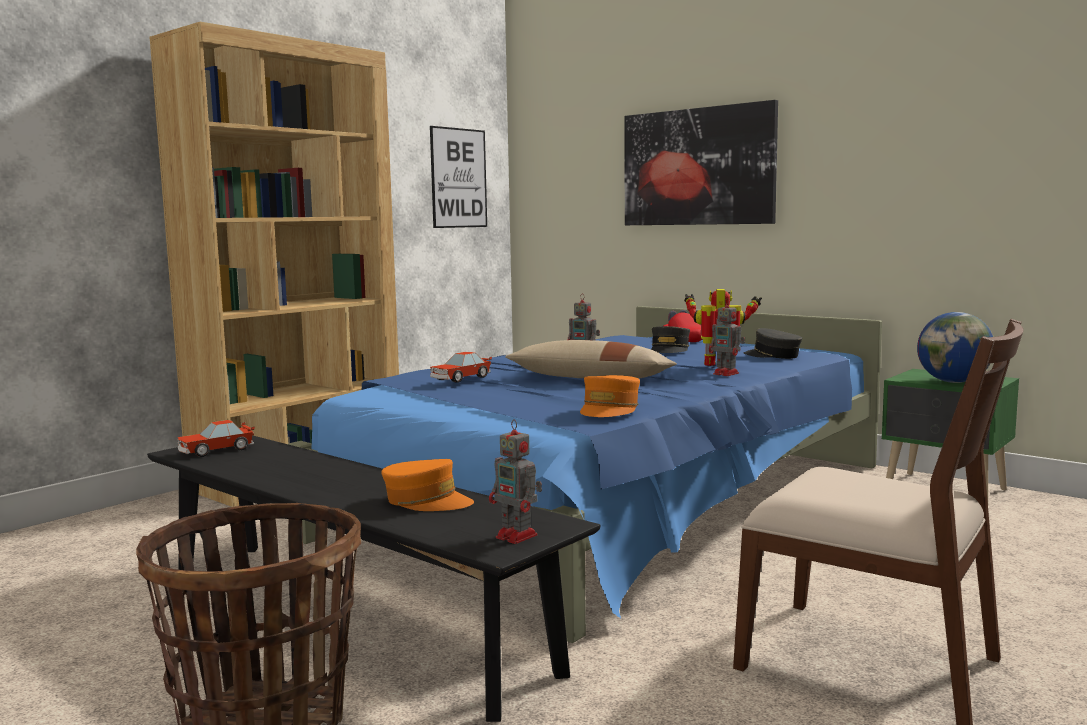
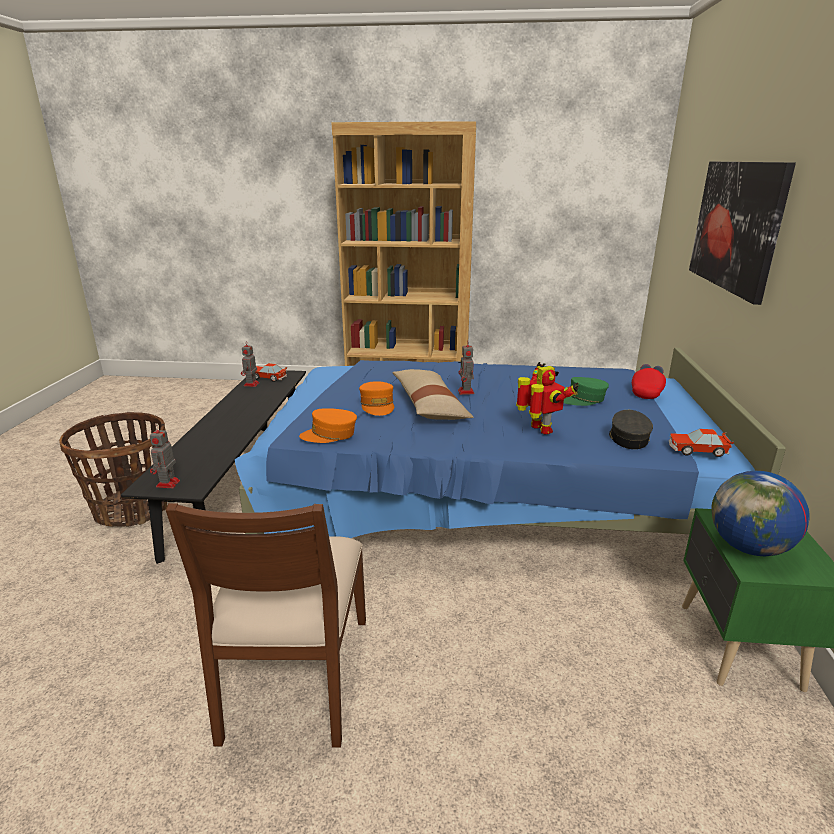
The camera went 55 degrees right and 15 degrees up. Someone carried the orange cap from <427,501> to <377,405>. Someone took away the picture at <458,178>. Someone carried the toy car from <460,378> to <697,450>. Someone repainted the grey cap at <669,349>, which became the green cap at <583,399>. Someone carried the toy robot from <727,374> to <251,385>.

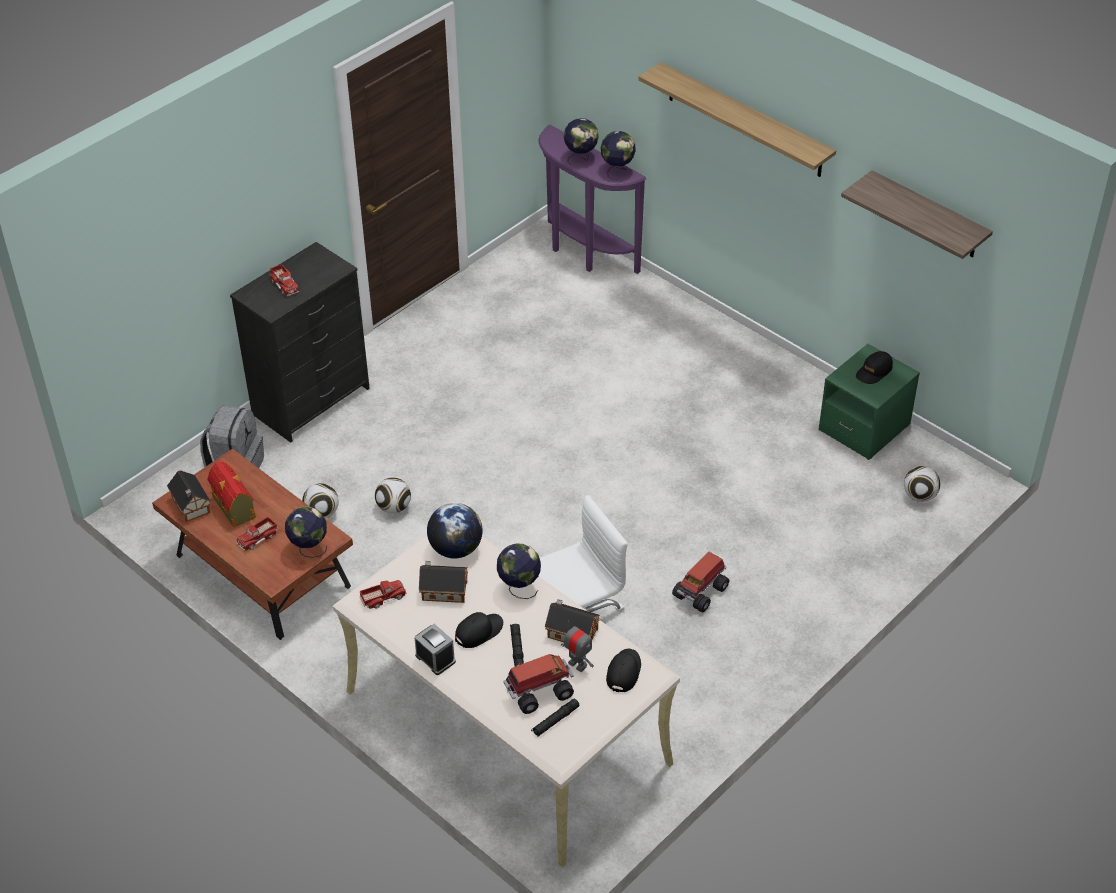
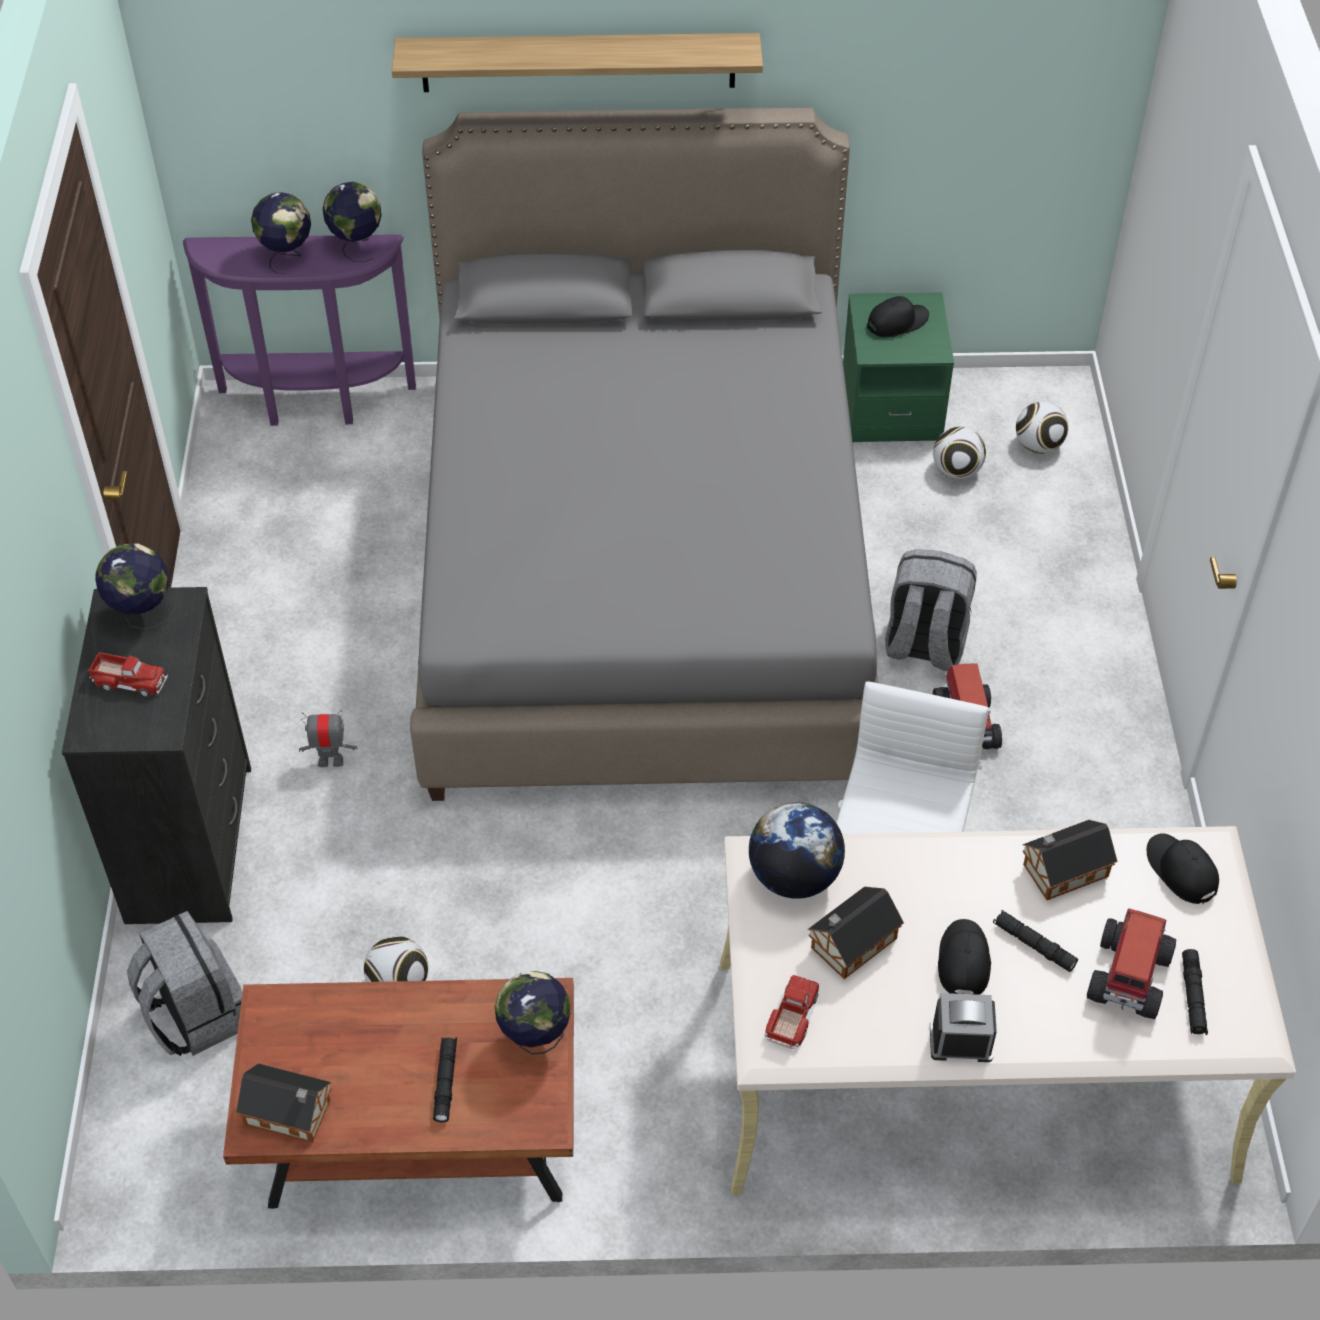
The camera went 45 degrees left and 5 degrees up. Someone took away the toy house at <234,508>. Someone swapped the toy truck at <257,538> for the black flashlight at <445,1082>. Someone carried the football from <394,508> to <956,471>. Someone carried the globe from <519,587> to <142,615>. Someone carried the toy robot from <577,664> to <330,761>. Someone took away the shelf at <928,216>. Someone rotated the black cap at <874,372> by 120 degrees counterclockwise. Someone put down the grey bed at <643,571>. Someone put down the grey backpack at <924,645>.

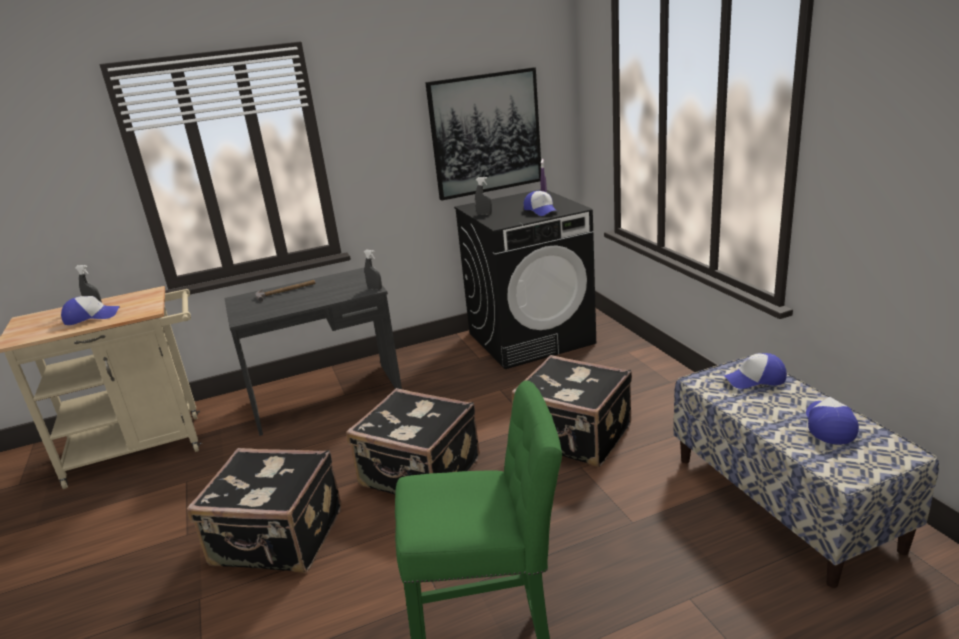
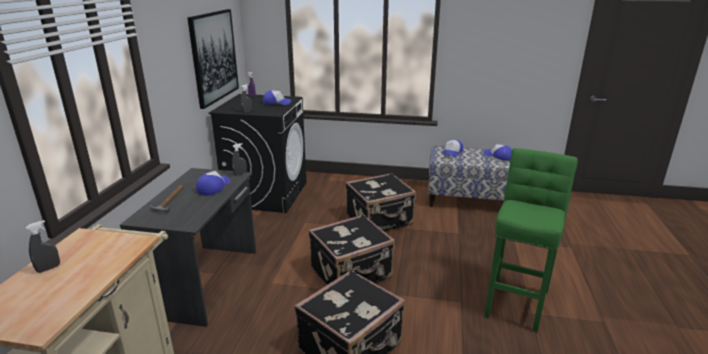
The camera went 60 degrees left and 0 degrees up. Someone carried the cap from <91,317> to <213,187>.

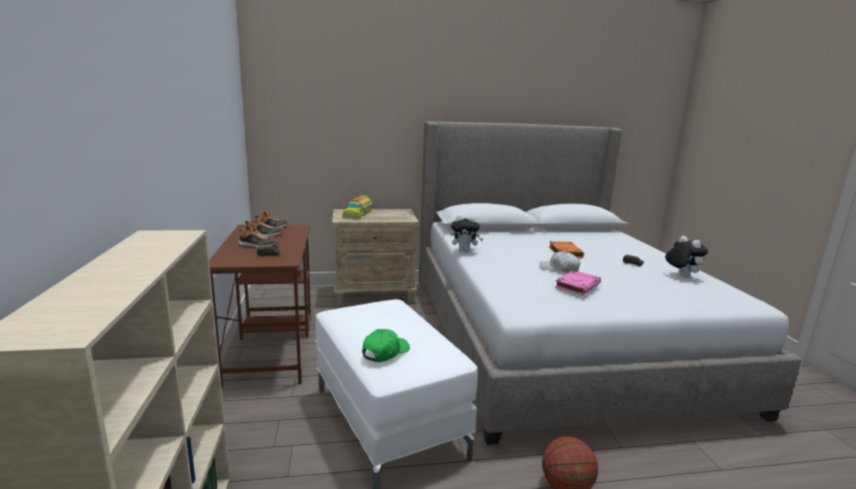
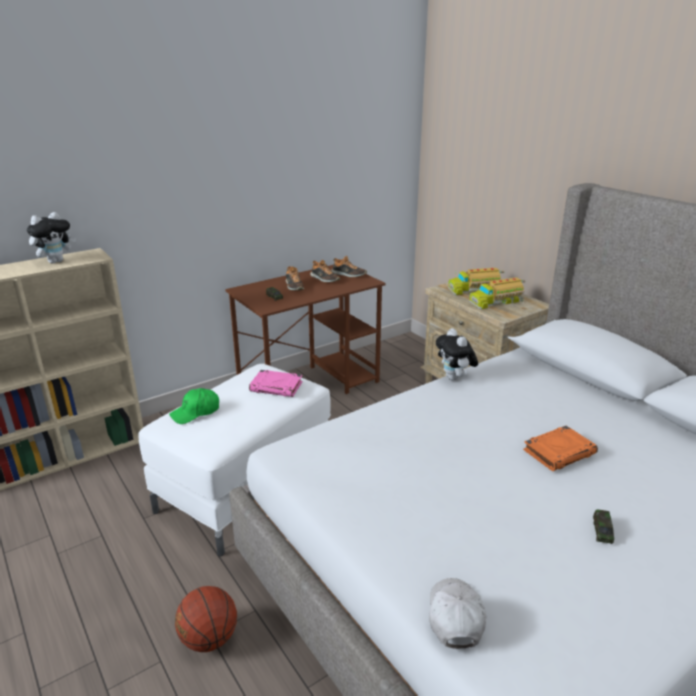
The camera went 65 degrees right and 10 degrees up. Someone rotated the green cap at <385,352> by 135 degrees clockwise. Someone carried the white cap from <559,269> to <455,617>. Someone carried the pink book from <577,285> to <277,387>. Someone carried the plush toy from <681,276> to <56,261>. Someone put down the toy truck at <496,301>.

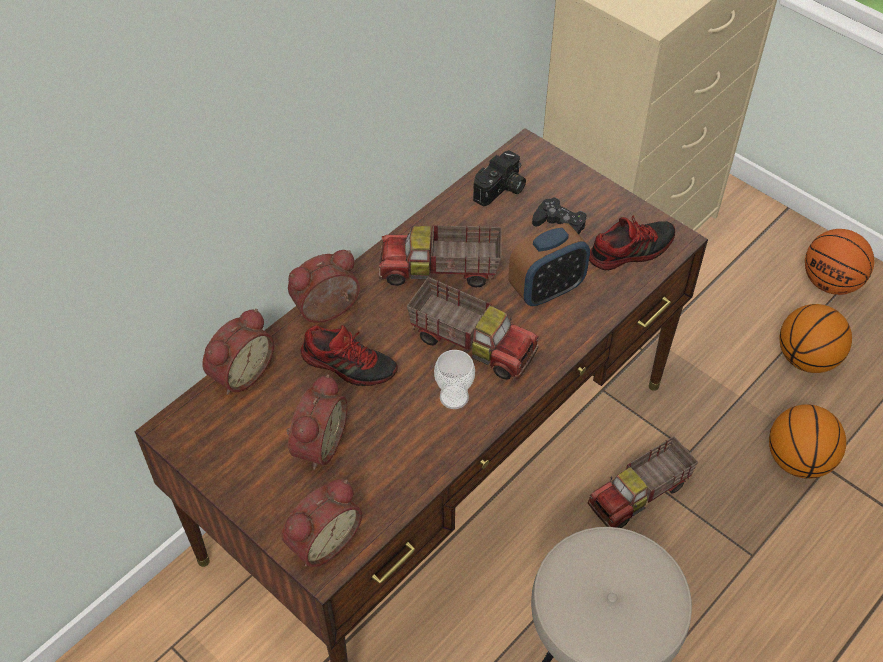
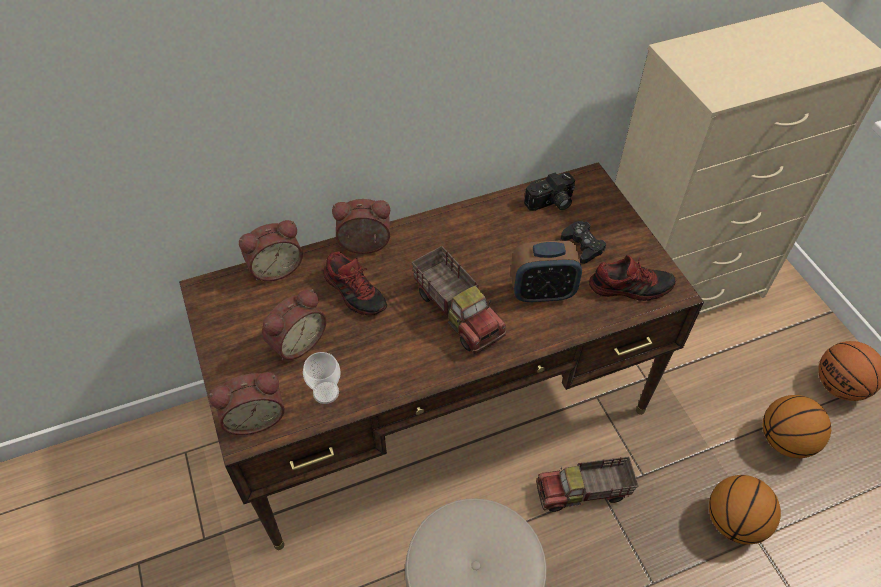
The camera went 25 degrees right and 0 degrees up. Someone took away the toy truck at <440,271>. Someone carried the cup from <454,397> to <326,392>.

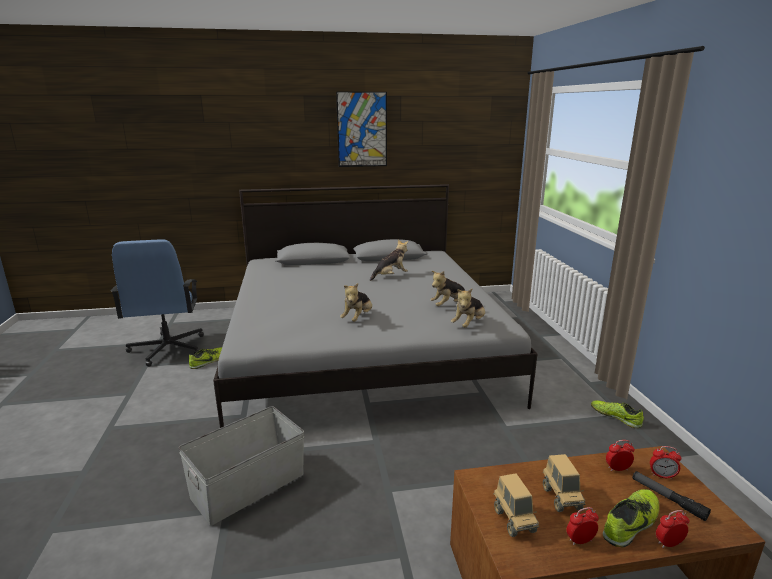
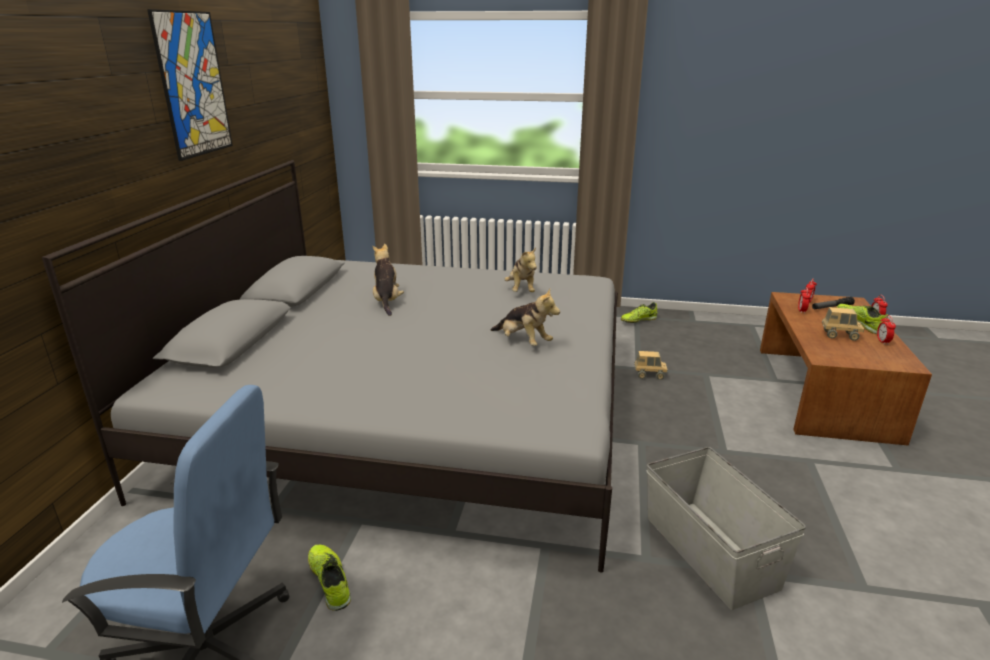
The camera went 70 degrees left and 5 degrees up. Someone took away the plush toy at <469,324>. Someone carried the toy truck from <514,520> to <649,375>.

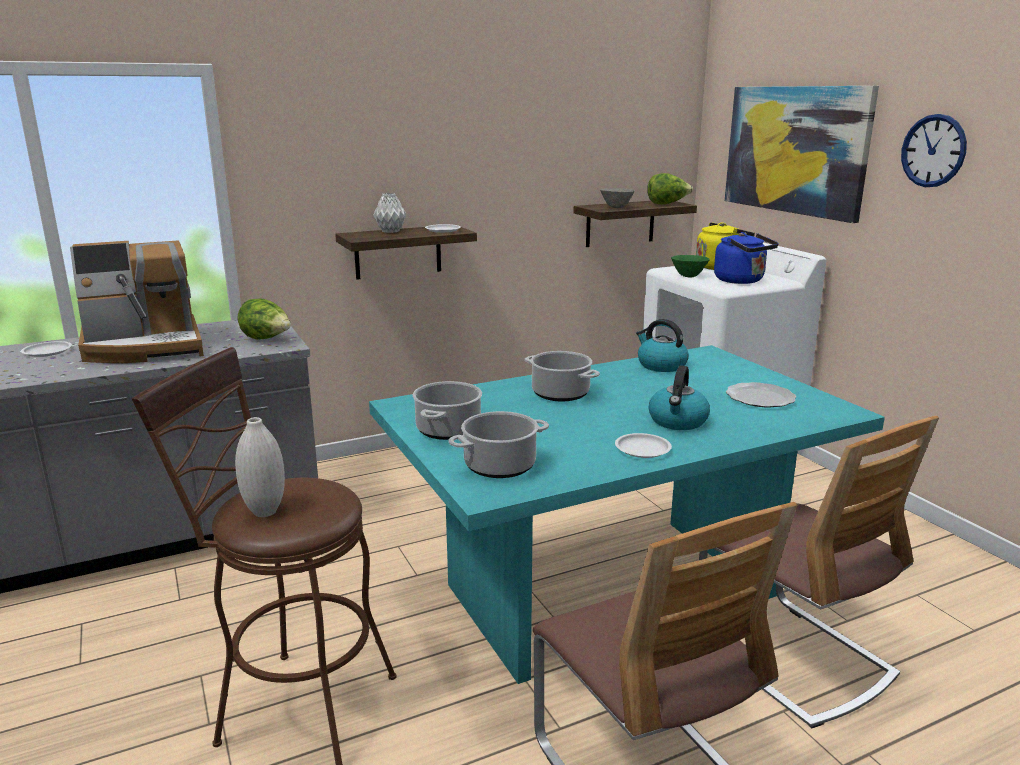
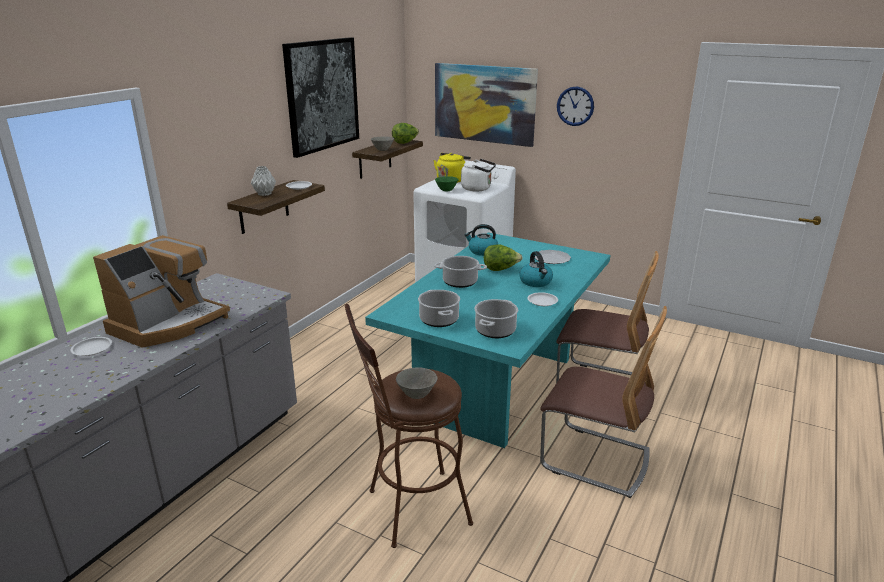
The camera went 35 degrees left and 5 degrees up. Someone swapped the white vase at <265,512> for the grey bowl at <416,395>. Someone carried the lettuce from <267,339> to <500,269>. Someone repainted the blue kettle at <741,281>, which became the white kettle at <478,189>. Someone put up the picture at <322,95>.

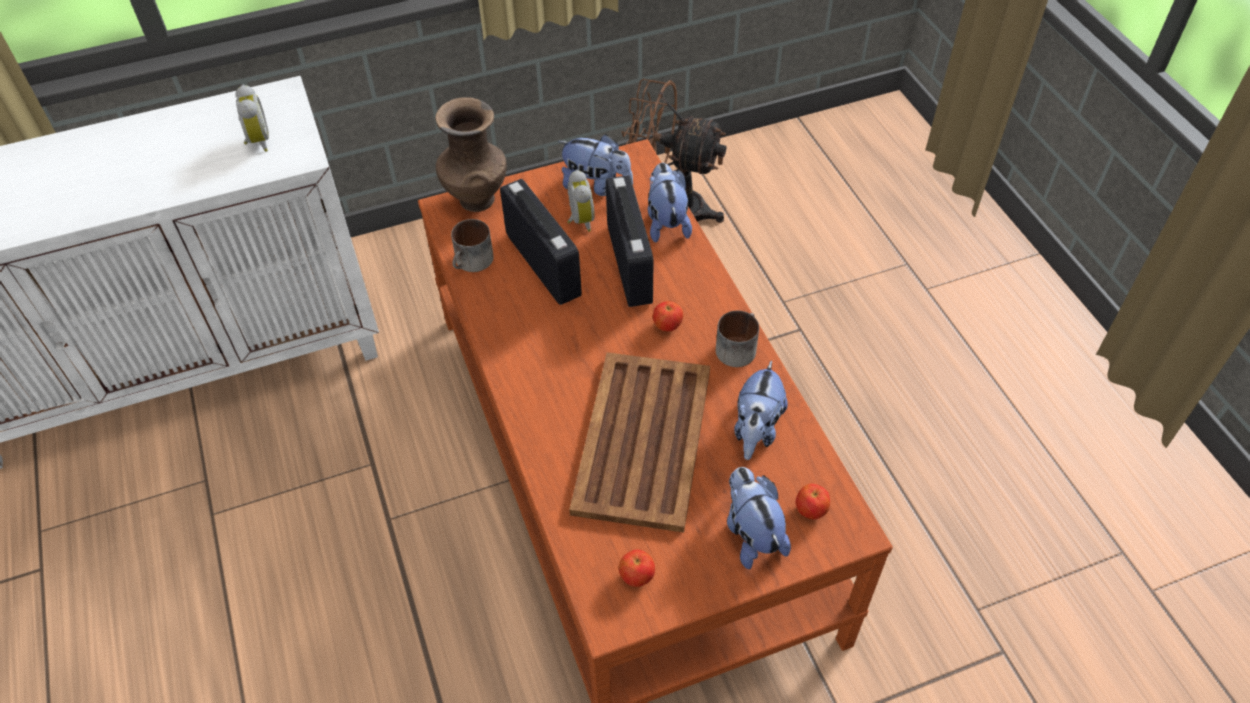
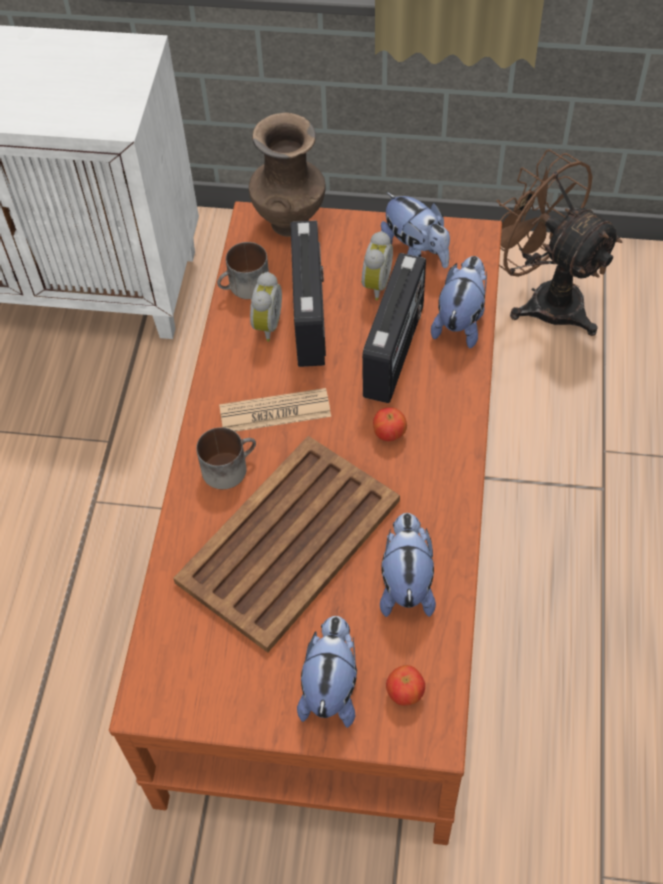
The camera went 30 degrees right and 5 degrees up. Someone carried the alarm clock from <257,141> to <265,325>. Someone took away the apple at <637,576>. Someone carried the mug from <736,346> to <229,466>. Someone rotated the plush toy at <756,430> by 135 degrees clockwise. Someone put down the newspaper at <275,412>.

